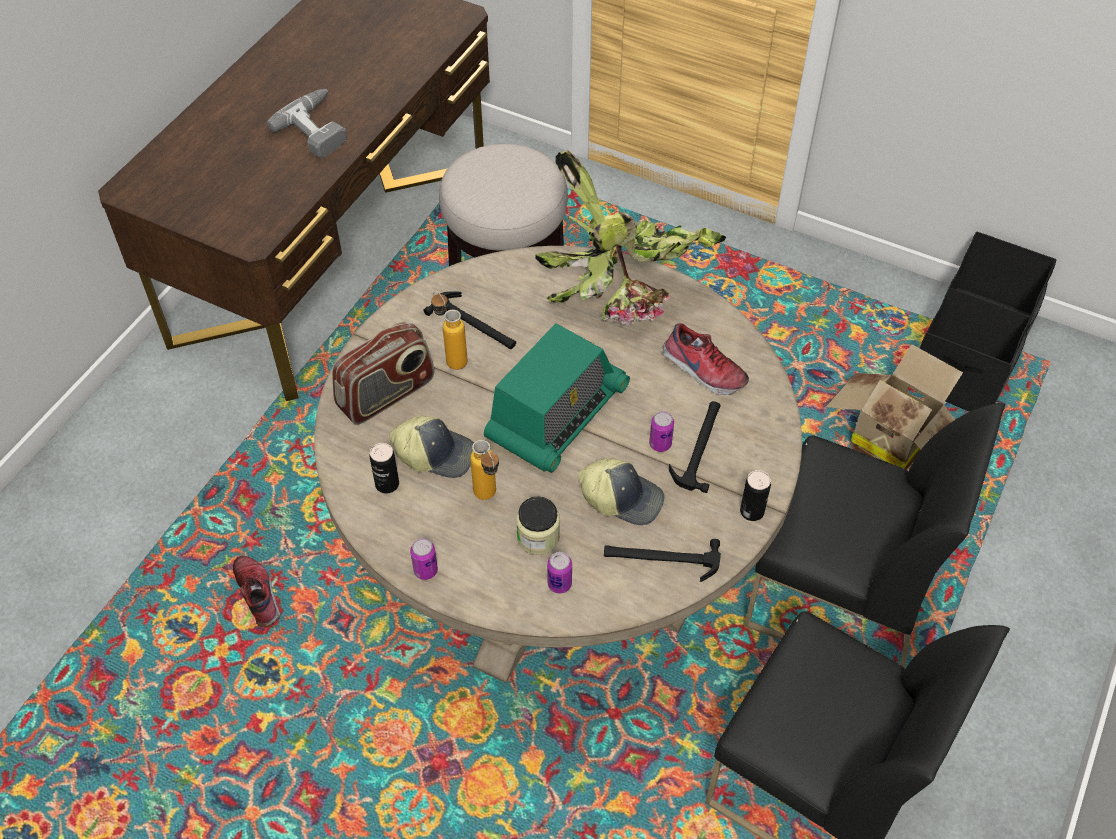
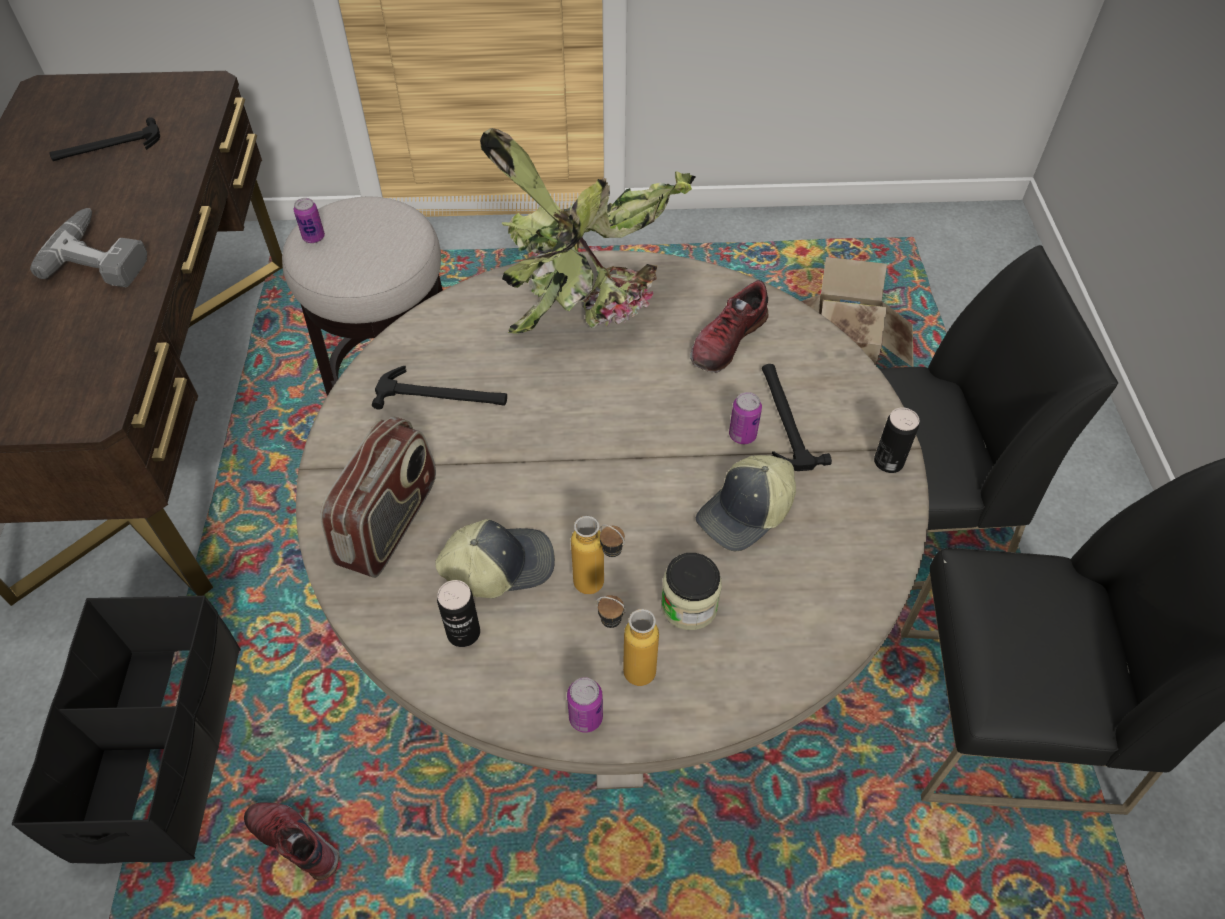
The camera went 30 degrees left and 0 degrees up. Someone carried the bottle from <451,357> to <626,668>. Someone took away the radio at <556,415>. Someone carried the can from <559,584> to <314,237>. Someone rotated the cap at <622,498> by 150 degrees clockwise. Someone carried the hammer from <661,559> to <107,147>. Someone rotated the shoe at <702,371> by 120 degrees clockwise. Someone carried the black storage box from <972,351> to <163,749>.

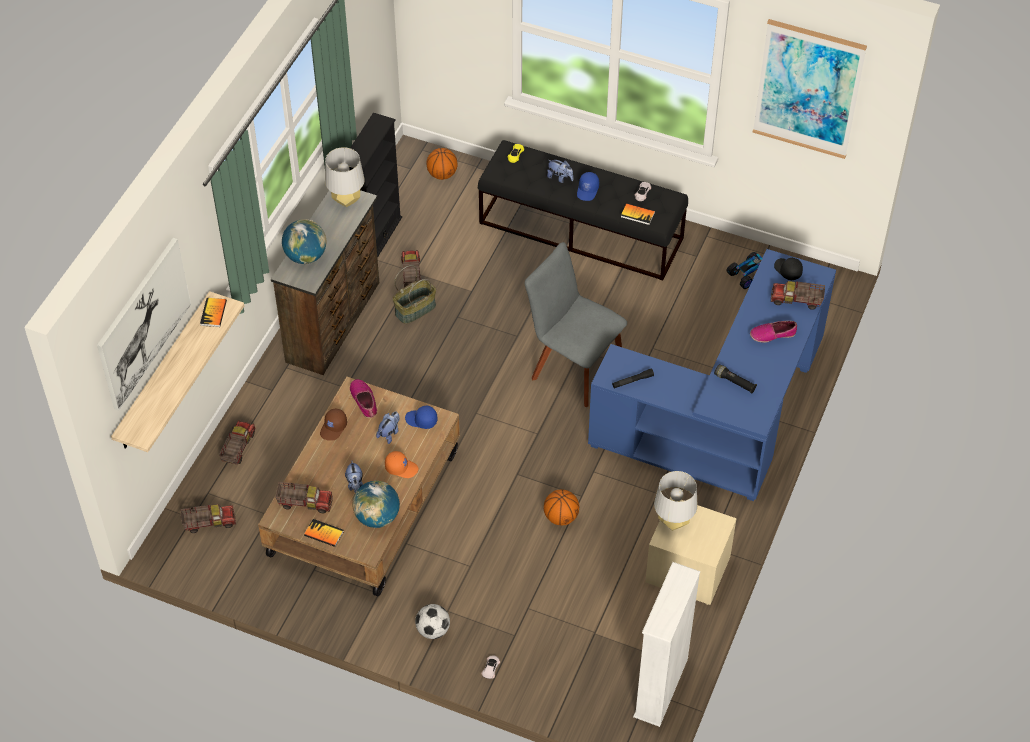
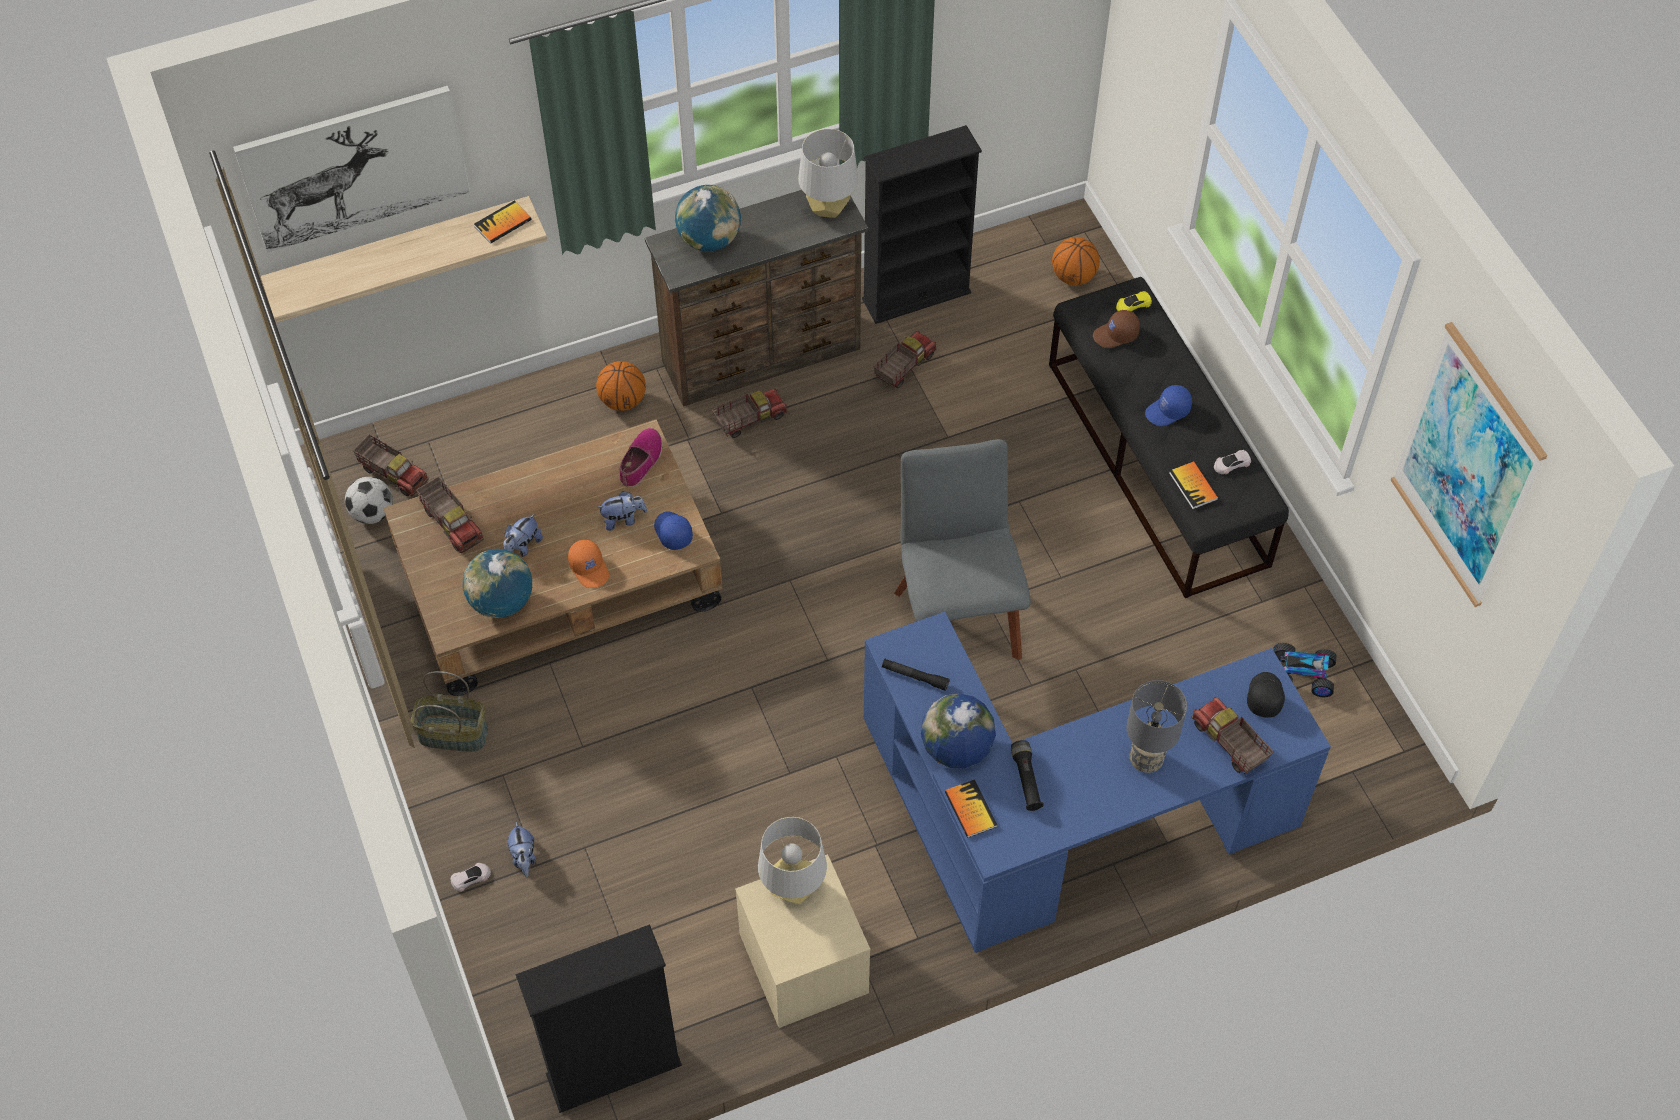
The camera went 45 degrees right and 5 degrees up. Someone carried the toy truck from <238,448> to <749,419>. Someone carried the book from <323,533> to <970,809>. Someone carried the brown cap from <334,428> to <1116,335>. Someone carried the basket from <415,309> to <454,733>. Someone carried the football from <433,630> to <372,513>. Someone carried the basketball from <561,517> to <622,401>. Someone carried the plush toy from <560,178> to <524,857>. Someone repainted the white bookcase at <661,687>, which became the black bookcase at <614,1070>. Someone swapped the shoe at <772,334> for the grey table lamp at <1146,760>. Someone put down the globe at <956,749>.

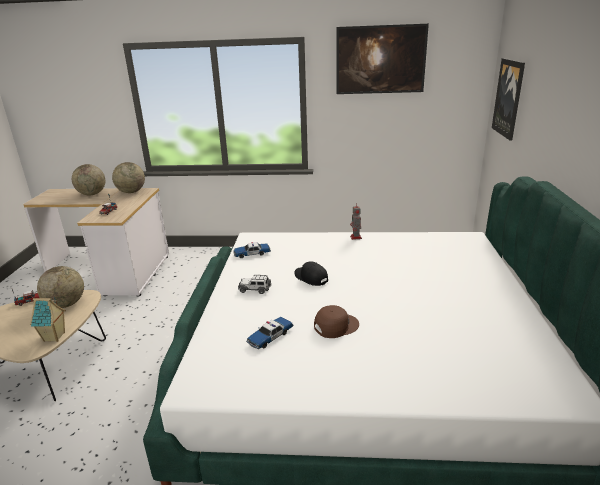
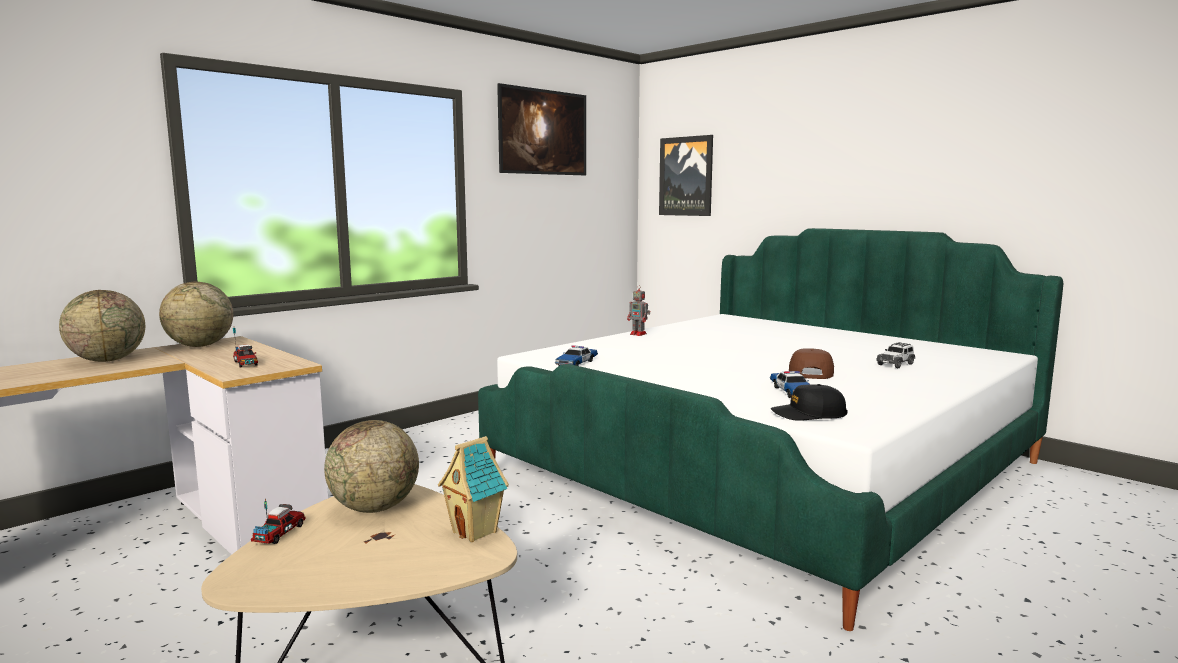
The camera went 50 degrees left and 15 degrees down. Someone carried the toy car from <255,289> to <896,364>. Someone carried the black cap from <311,278> to <808,414>.

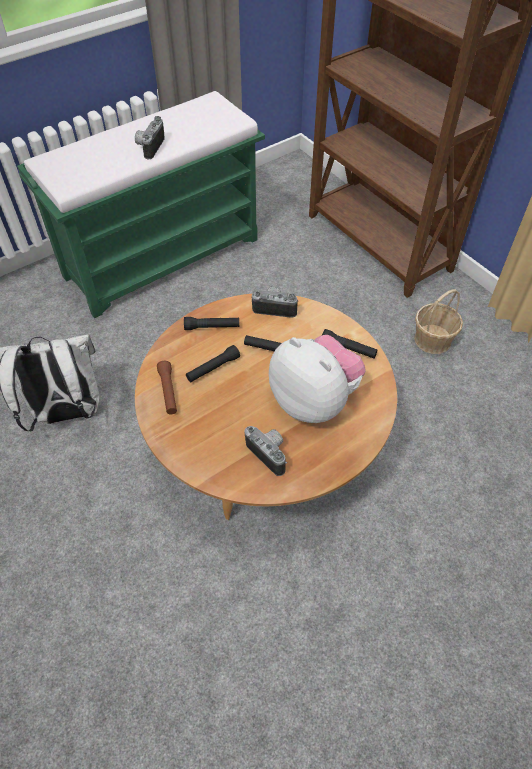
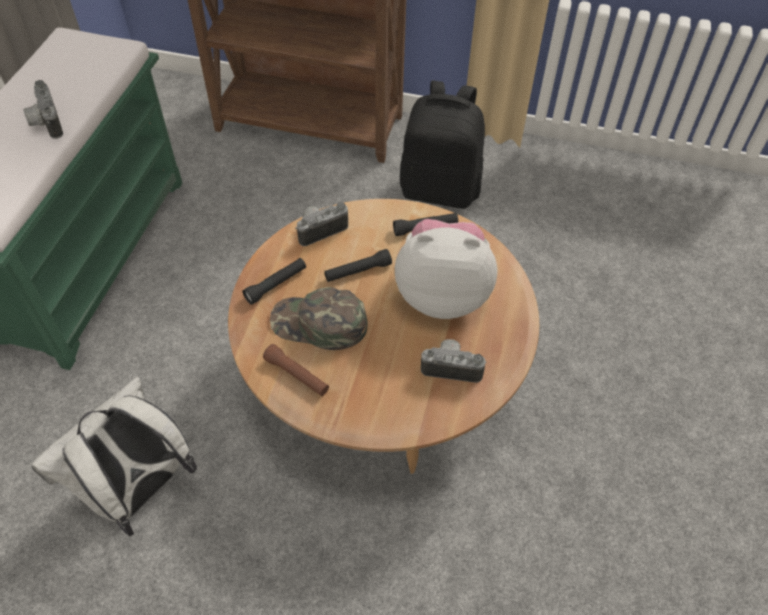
The camera went 40 degrees left and 0 degrees up. Someone swapped the black flashlight at <213,368> for the green cap at <318,324>. Someone swapped the basket at <433,340> for the black backpack at <440,189>.

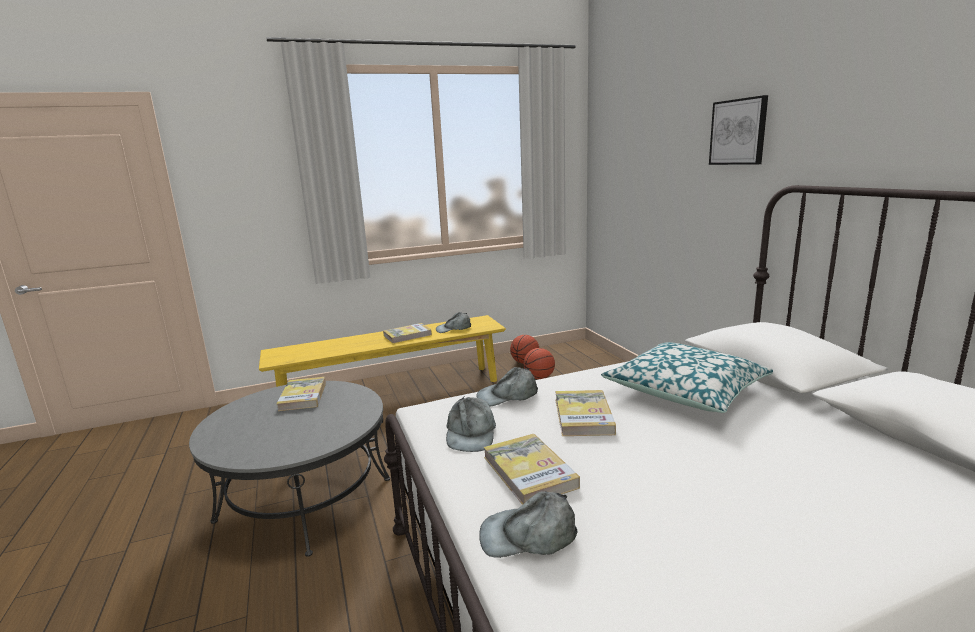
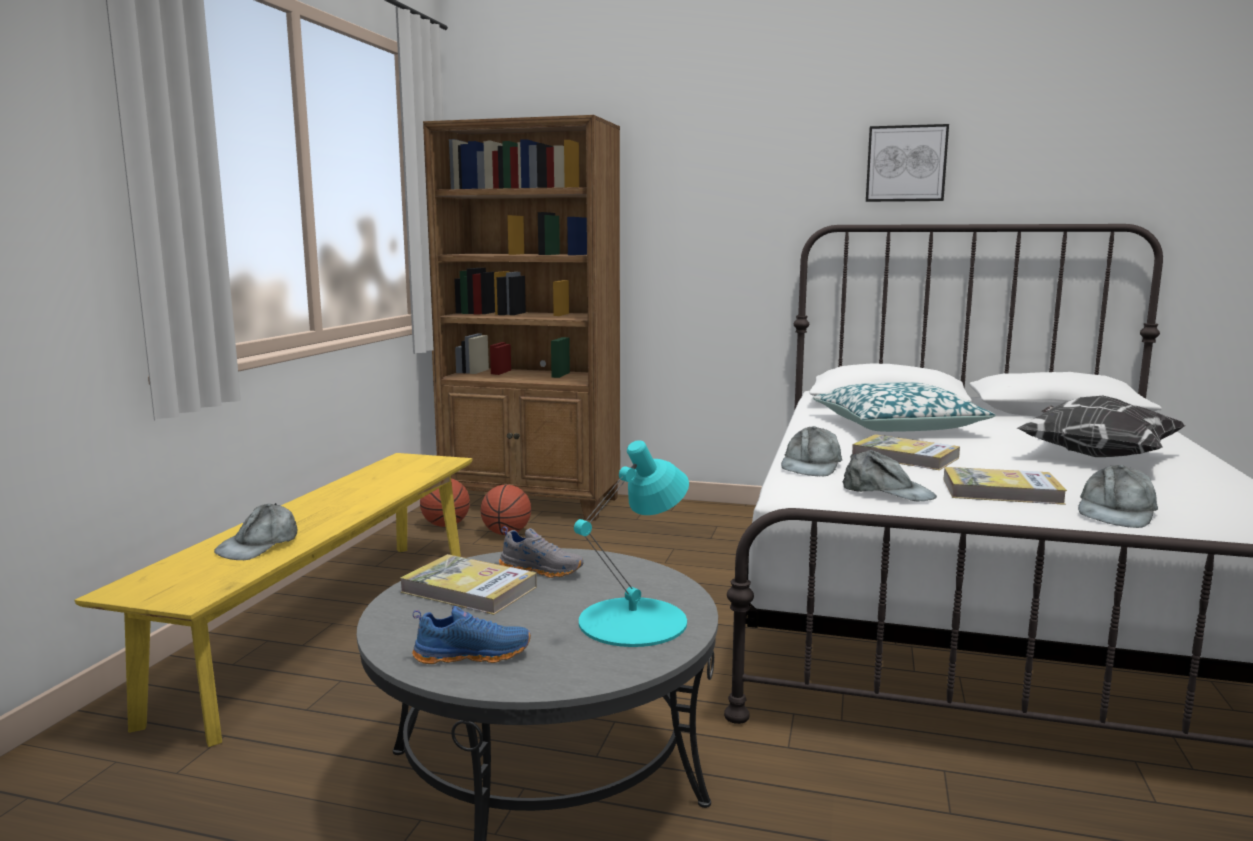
The camera went 55 degrees left and 5 degrees down. Someone took away the book at <407,335>. Someone carried the grey cap from <453,328> to <259,545>. Someone carried the picture from <738,132> to <906,164>. Someone put down the blue shoe at <472,654>. Someone put down the brown bookcase at <532,503>. Someone put down the grey shoe at <542,570>. Someone put down the turquoise table lamp at <634,621>. Someone put down the pillow at <1094,456>.

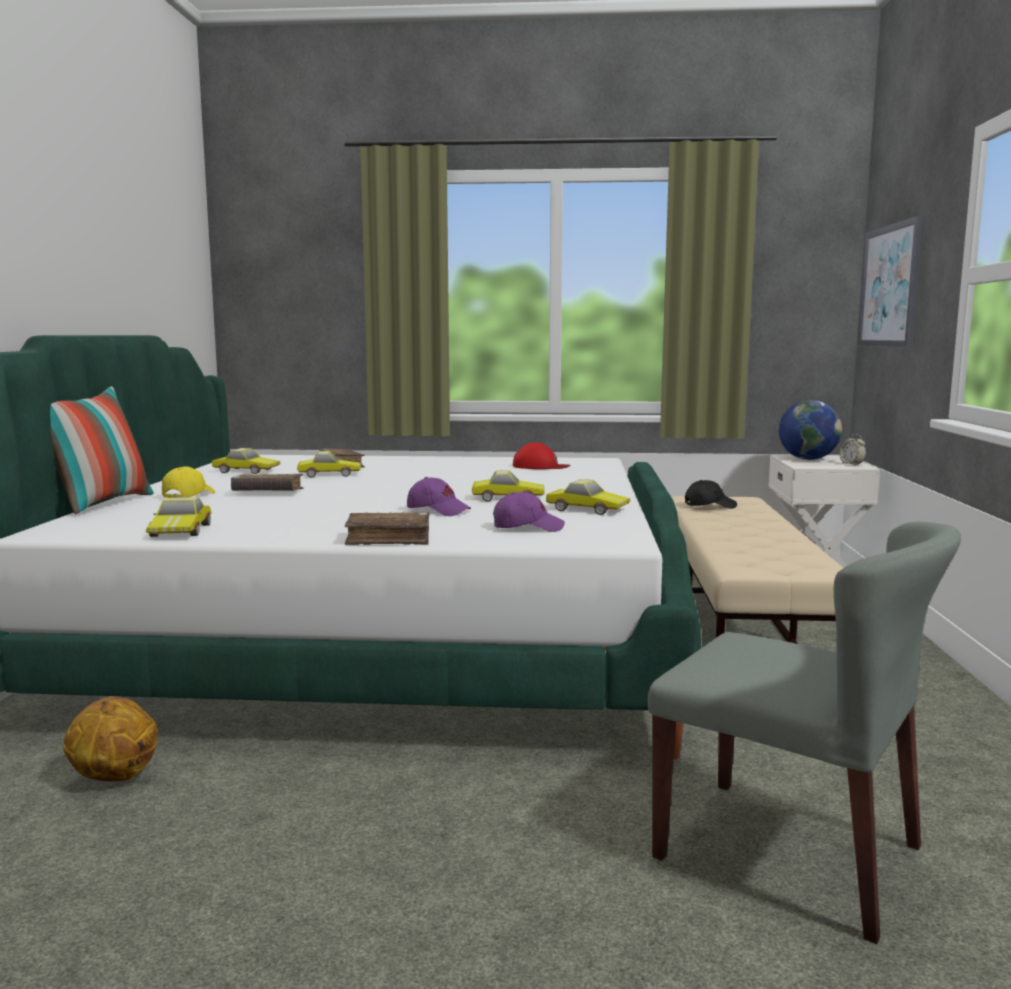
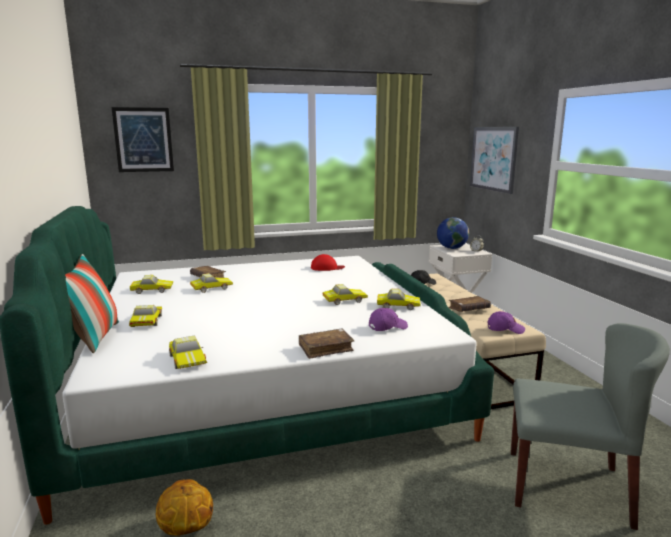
The camera went 20 degrees left and 5 degrees up. Someone swapped the yellow cap at <188,496> for the toy car at <145,321>. Someone carried the brown book from <267,492> to <469,309>. Someone carried the purple cap from <438,510> to <505,329>. Someone put up the picture at <143,140>.

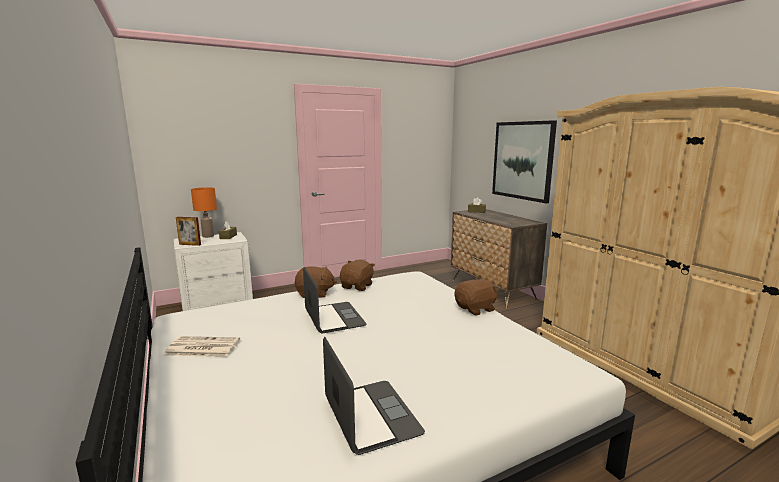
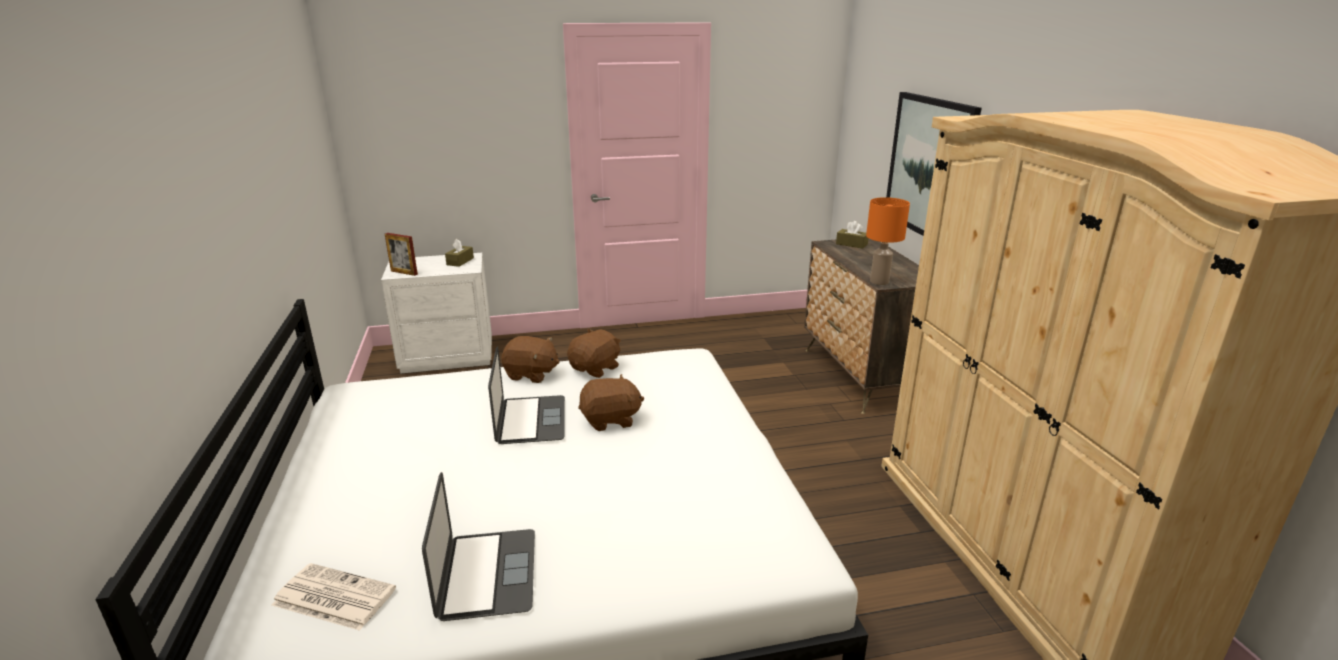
The camera went 15 degrees right and 10 degrees up. Someone carried the newspaper from <201,347> to <332,597>. Someone carried the orange table lamp from <207,236> to <878,282>. Someone carried the brown plush toy from <476,309> to <610,420>.

